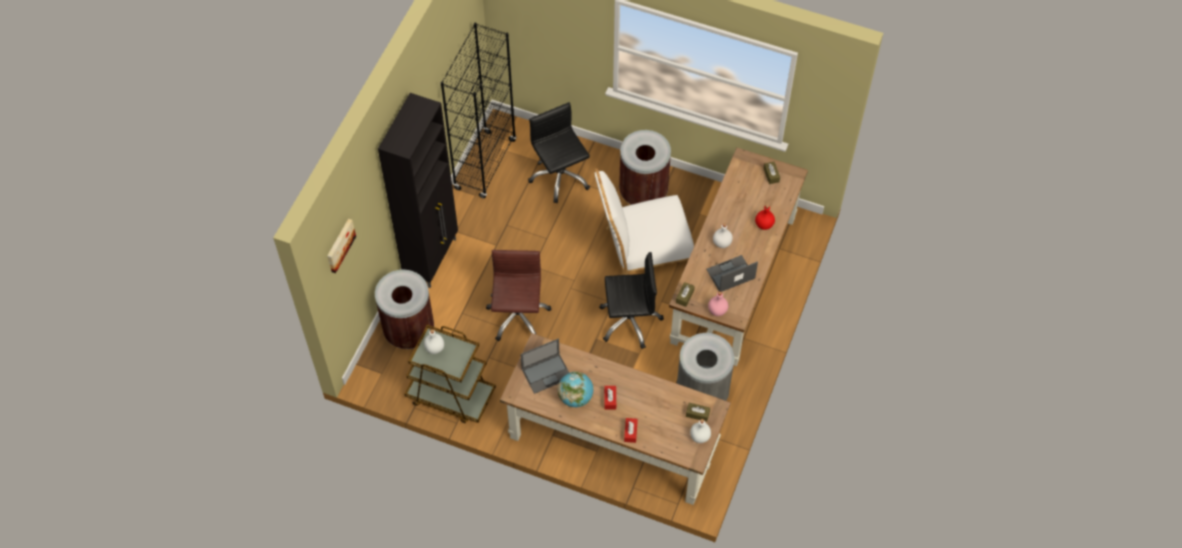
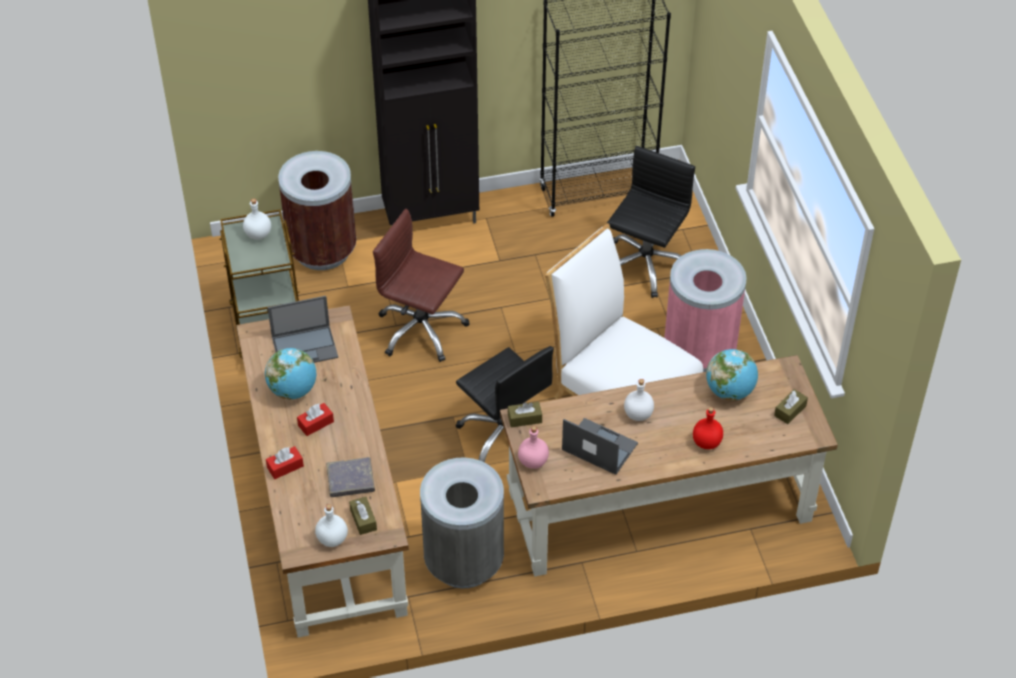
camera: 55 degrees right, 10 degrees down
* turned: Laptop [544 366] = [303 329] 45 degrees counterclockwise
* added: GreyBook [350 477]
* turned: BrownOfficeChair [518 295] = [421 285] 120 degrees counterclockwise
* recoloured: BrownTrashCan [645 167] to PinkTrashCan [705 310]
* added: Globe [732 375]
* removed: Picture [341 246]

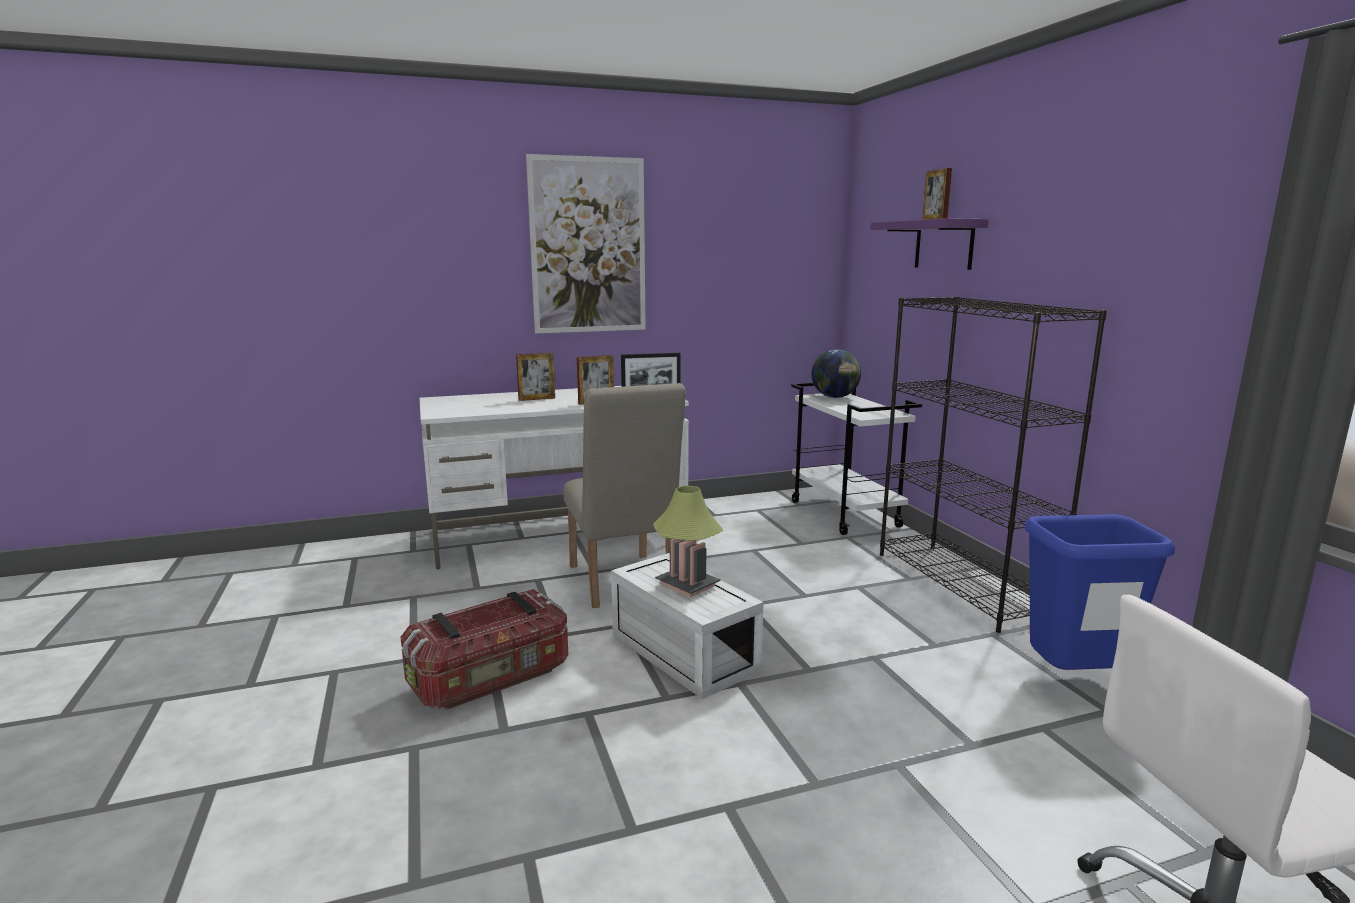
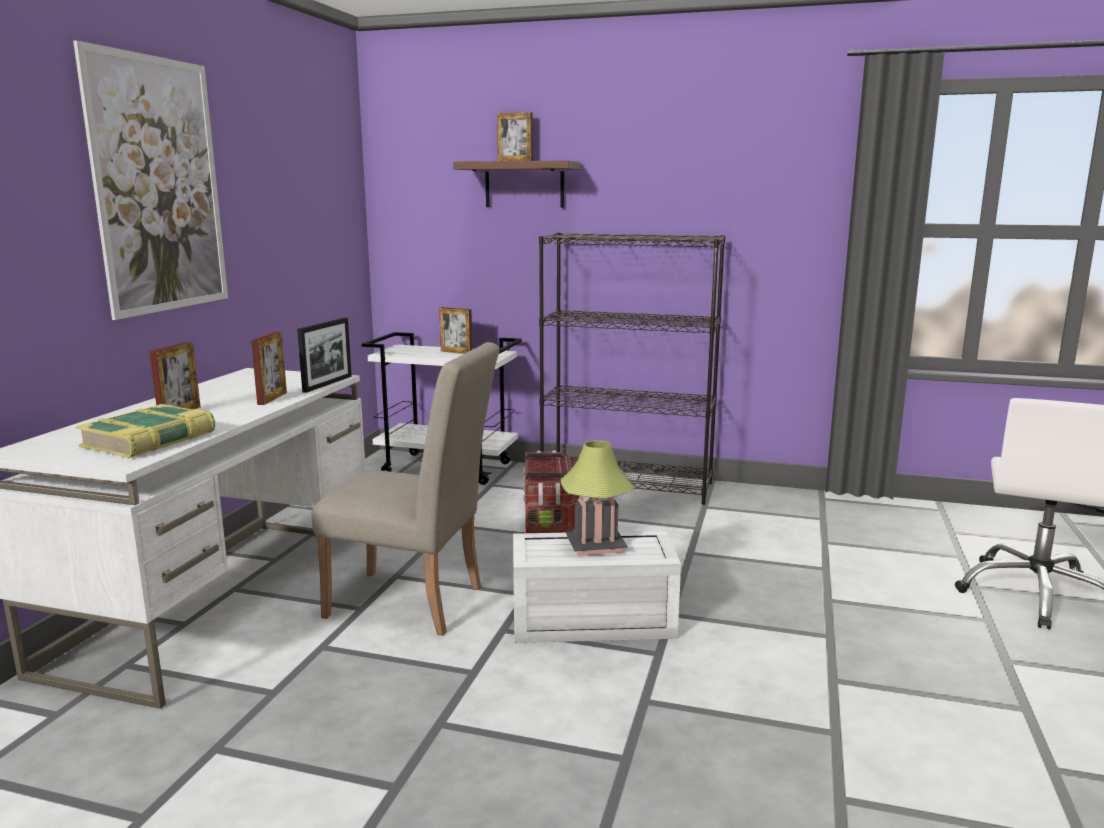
camera: 55 degrees left, 0 degrees up
* added: Book [145 431]
* added: PictureFrame [455 330]
* recoloured: PurpleShelf [929 244] to BrownShelf [517 184]
* moved: StorageBox [484 649] to [551 492]
* removed: Globe [836 373]
* removed: BlueTrashCan [1100 592]

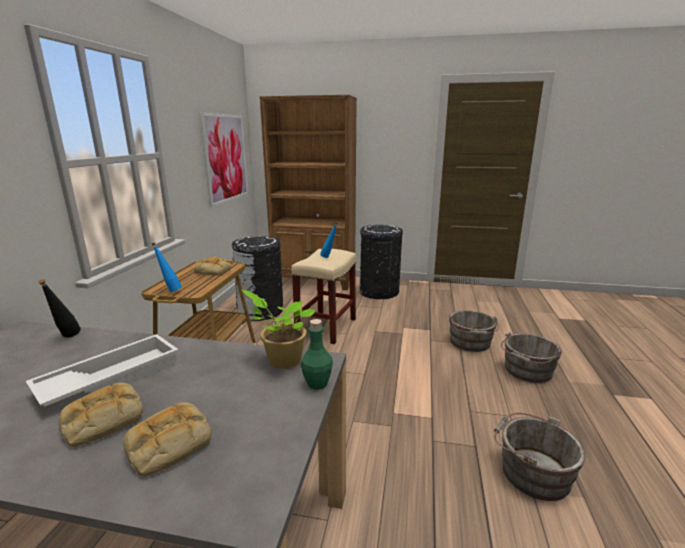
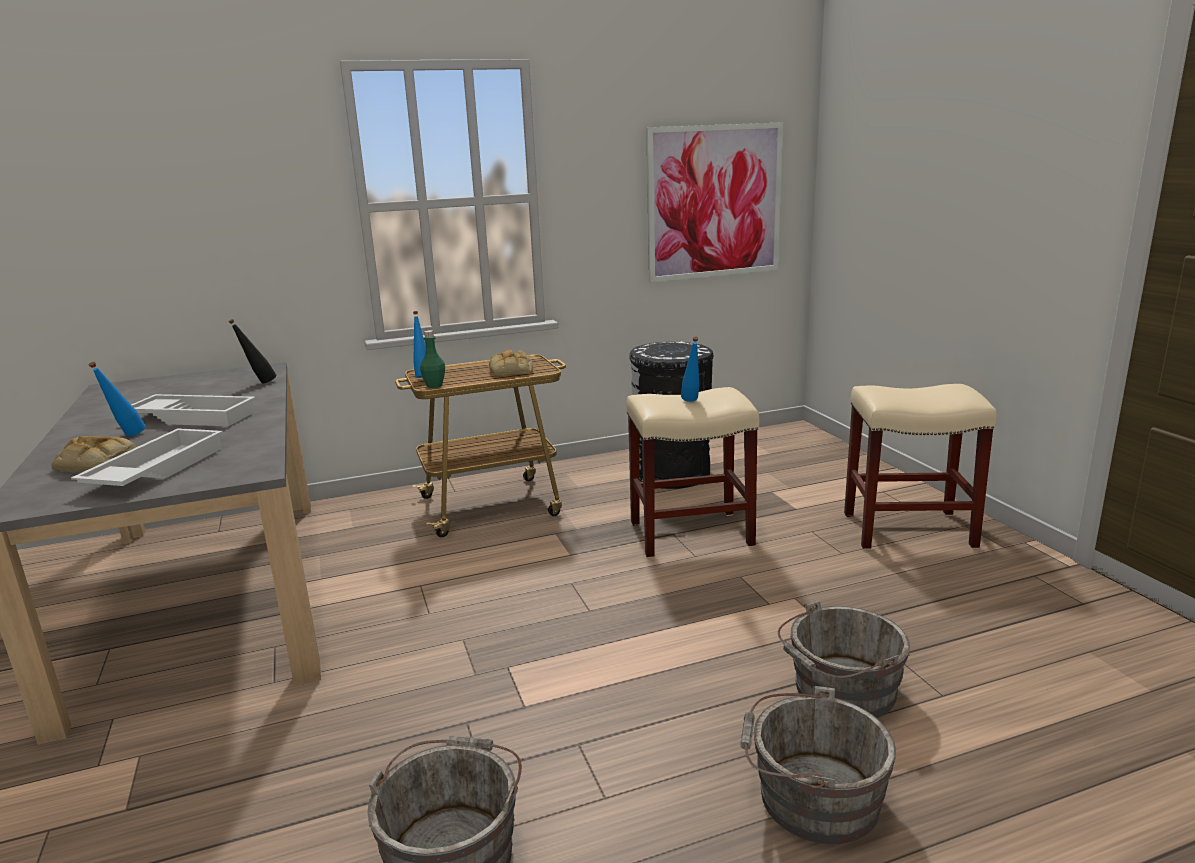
camera: 60 degrees right, 0 degrees up
* added: WhiteTray [147 457]
* replaced: Bread [101 415] to BlueBottle [117 399]
* moved: GreenBottle [317 354] to [432 359]
* replaced: BlackTrashCan [381 262] to BeigeStool [920 467]
* removed: PottedPlant [278 329]
* removed: BrownBookcase [308 192]

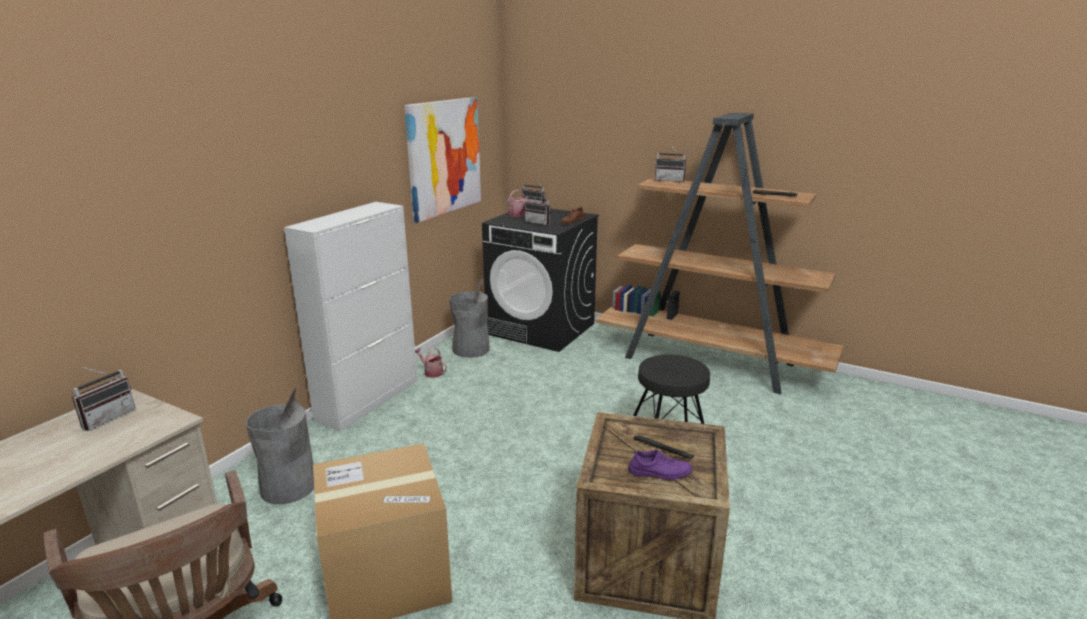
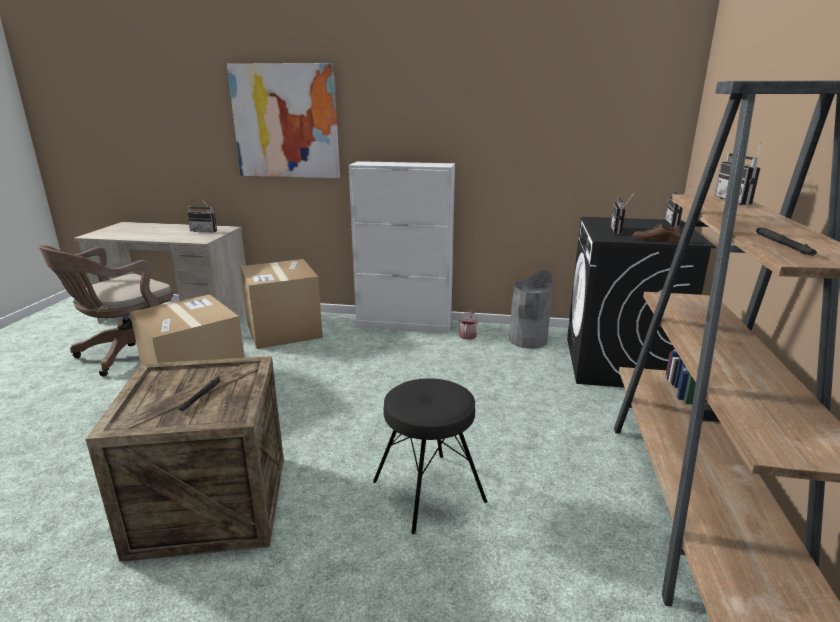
camera: 70 degrees right, 0 degrees up
* moved: Picture [442 160] to [283 120]
* replaced: GreyTrashCan [280 446] to CardboardBox [281 304]
* removed: WateringCan [519 203]
* removed: PurpleShoe [660 465]

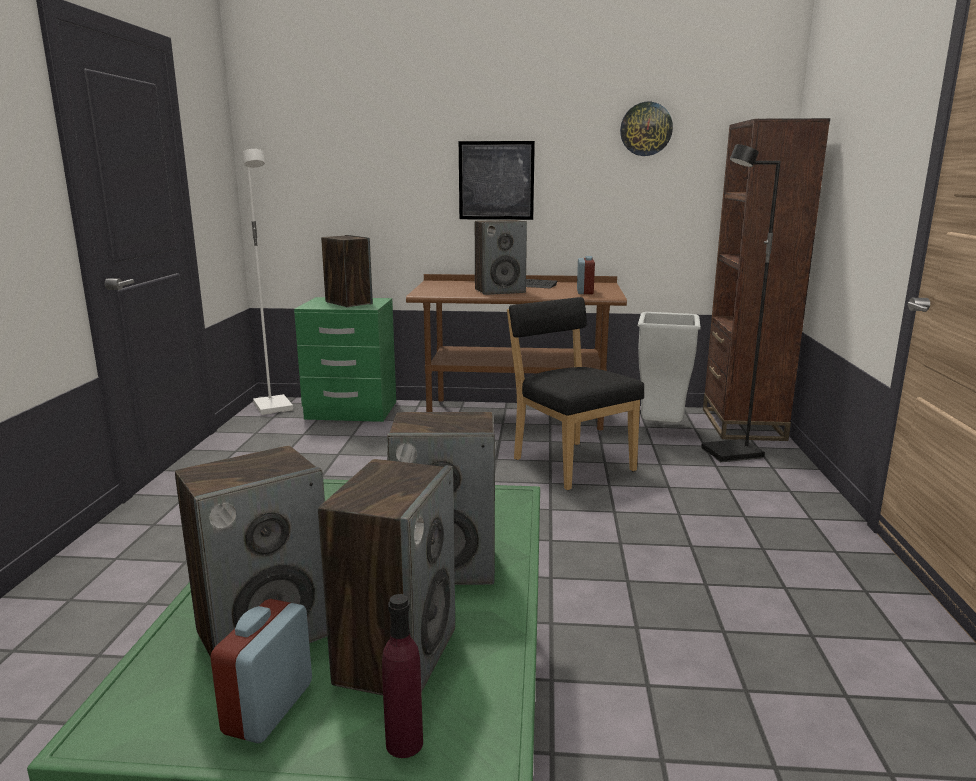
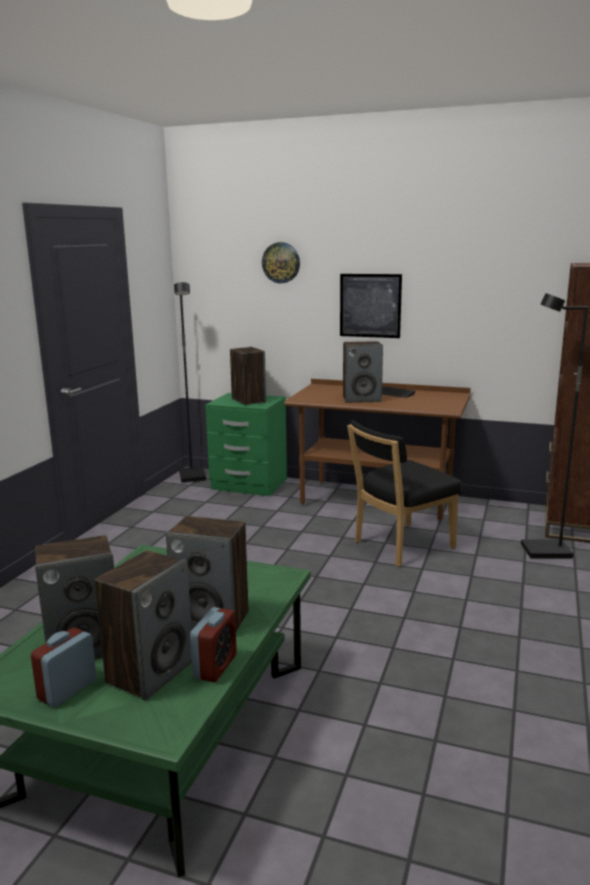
camera: 15 degrees right, 0 degrees up
* recoloured: WhiteFloorLamp [267 282] to BlackFloorLamp [190 382]
* moved: AlarmClock [586 275] to [213 644]
* moved: WallClock [646 129] to [281 262]
* turned: BlackChair [575 393] = [404 493] 105 degrees counterclockwise
* removed: PurpleBottle [402 676]
* removed: GreyTrashCan [669 367]

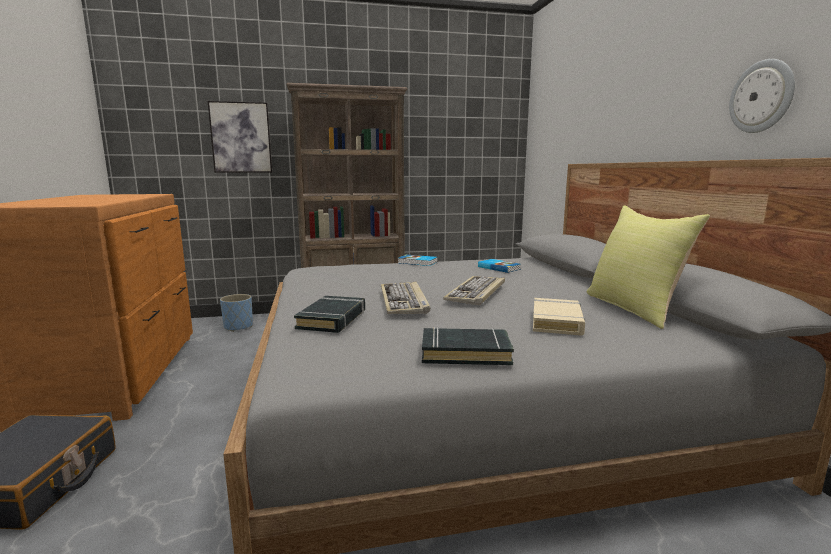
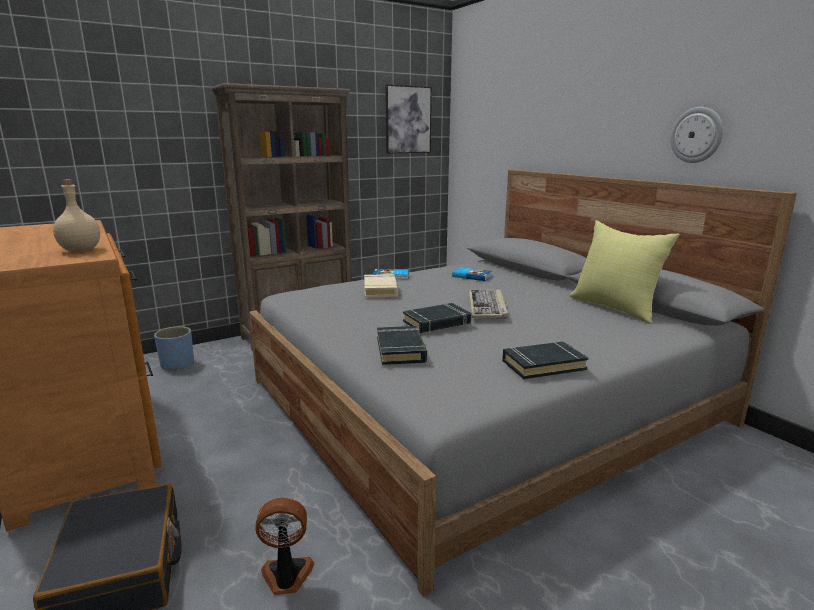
camera: 20 degrees left, 5 degrees up
* added: BeigeBottle [76 215]
* added: Fan [284 546]
* moved: BeigeBook [559 317] to [381 285]
* moved: Picture [240 137] to [408 119]
* replaced: Keyboard [405 297] to BlackBook [437 318]

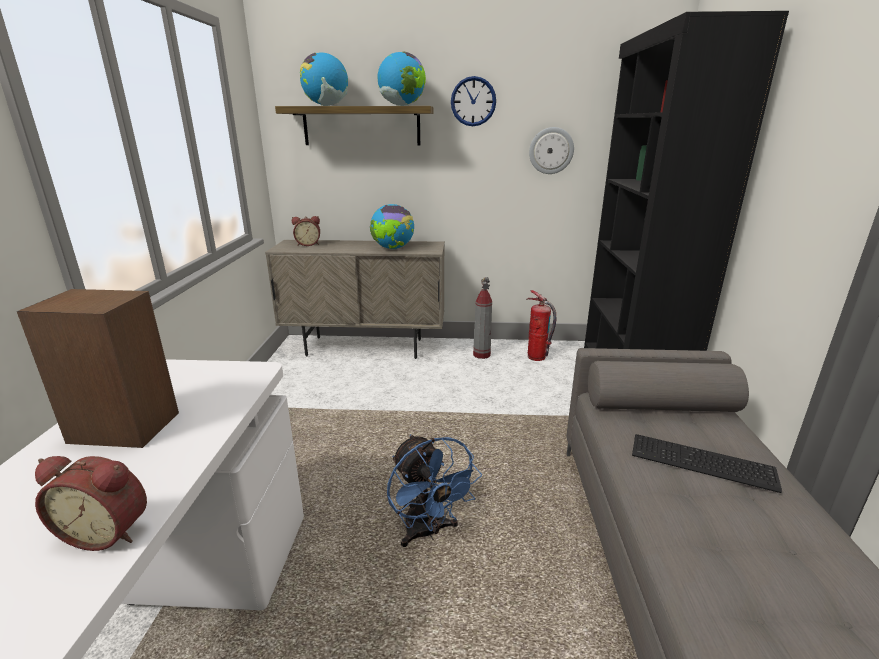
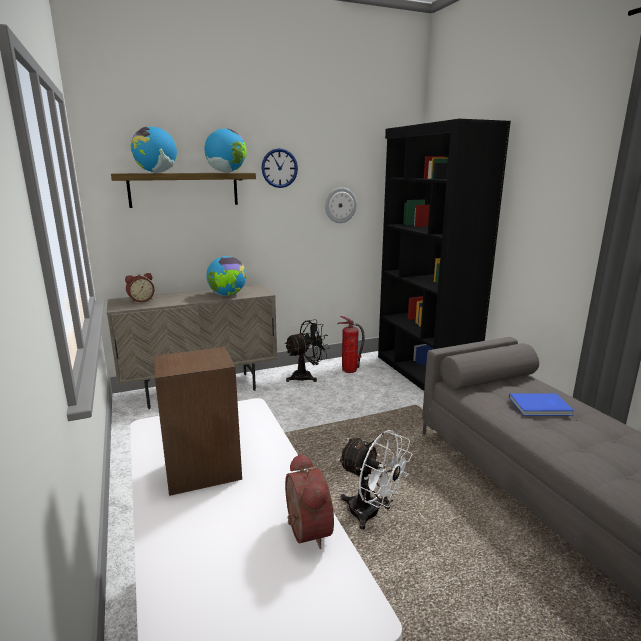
camera: 25 degrees left, 5 degrees down
* replaced: FireExtinguisher [482 318] to BlackFan [307 350]
* turned: AlarmClock [91 503] = [309 501] 90 degrees counterclockwise
* recoloured: BlueFan [434 490] to WhiteFan [375 480]
* replaced: Keyboard [707 463] to BlueBook [541 405]

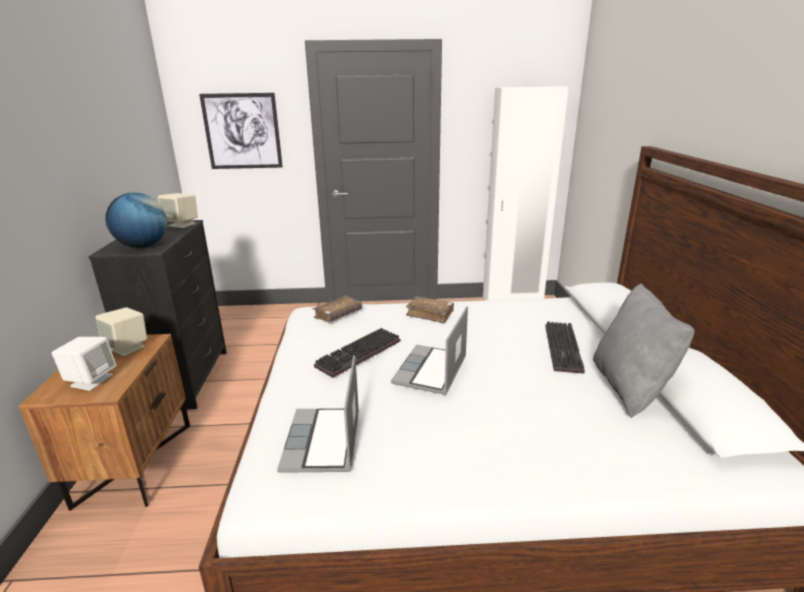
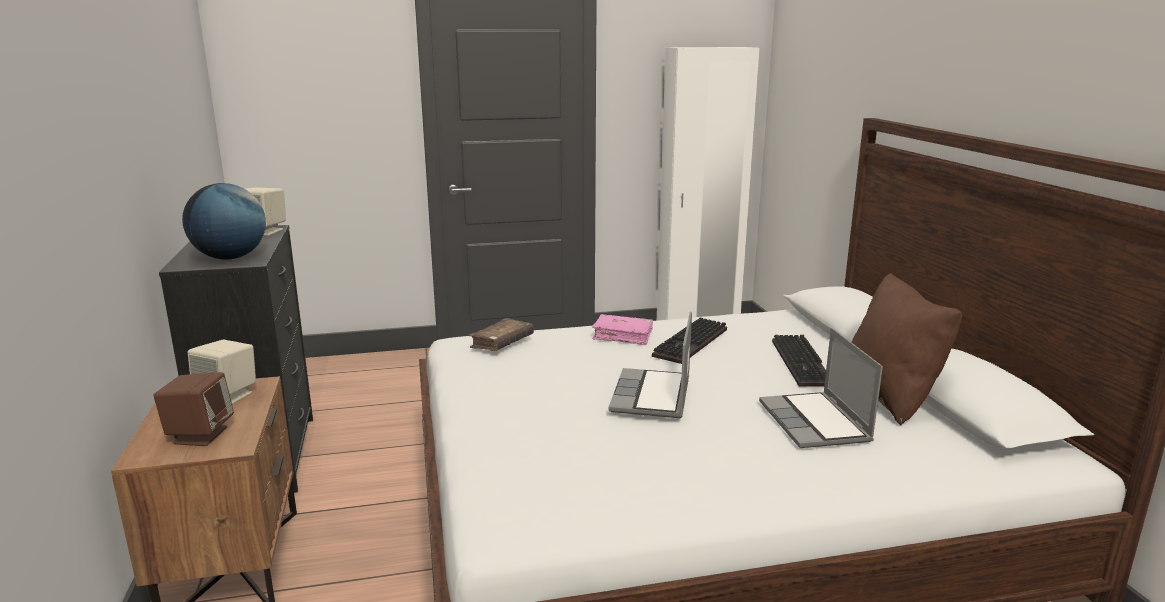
camera: 10 degrees left, 5 degrees down
* recoloured: WhiteSpeaker [84 364] to BrownSpeaker [194 409]
* recoloured: BrownBook [430 310] to PinkBook [622 329]
* moved: Keyboard [357 353] to [689 341]
* moved: Laptop [318 414] to [821 388]
* recoloured: GreyPillow [643 351] to BrownPillow [907 349]
* removed: Picture [241 131]

